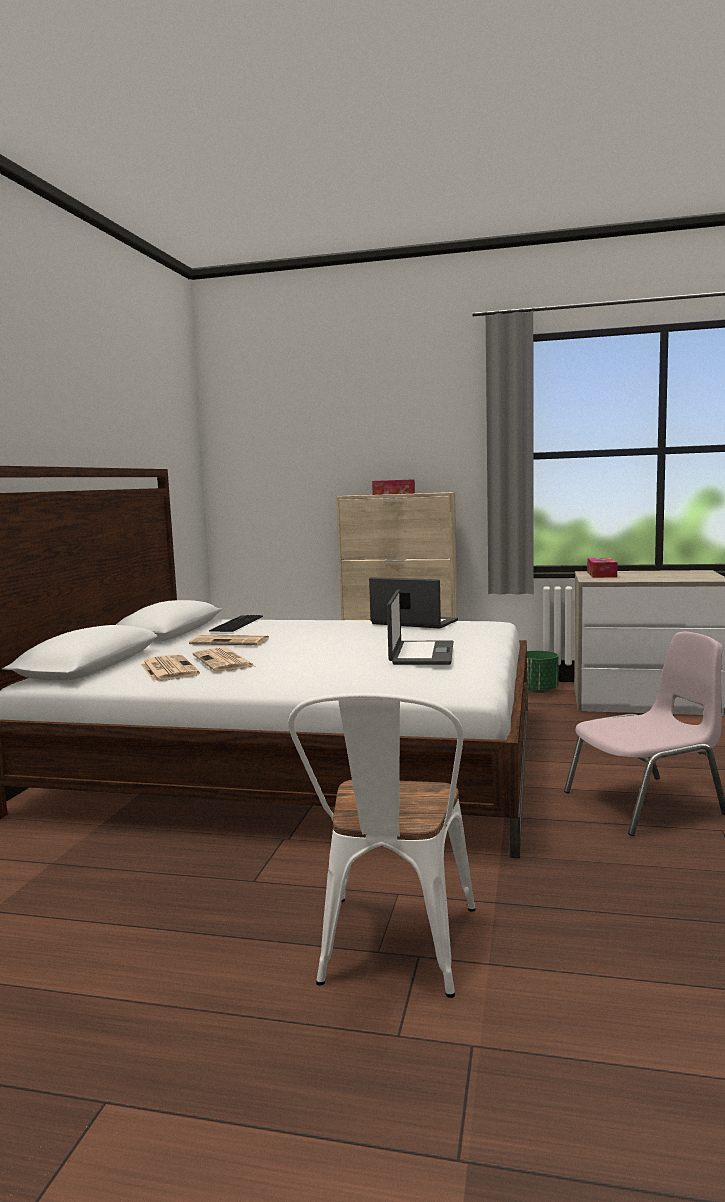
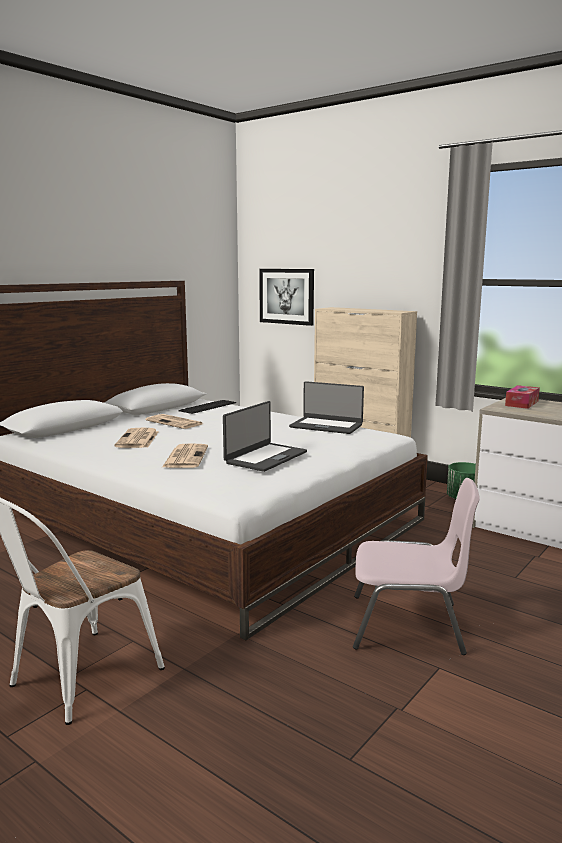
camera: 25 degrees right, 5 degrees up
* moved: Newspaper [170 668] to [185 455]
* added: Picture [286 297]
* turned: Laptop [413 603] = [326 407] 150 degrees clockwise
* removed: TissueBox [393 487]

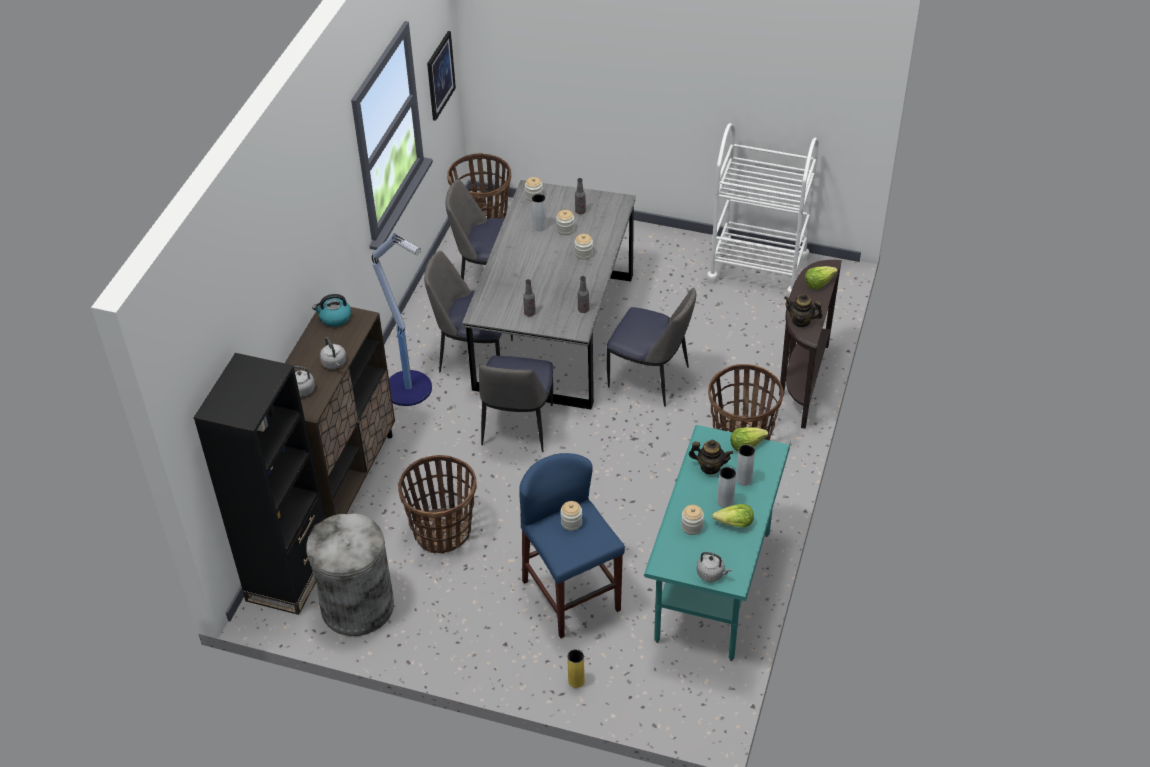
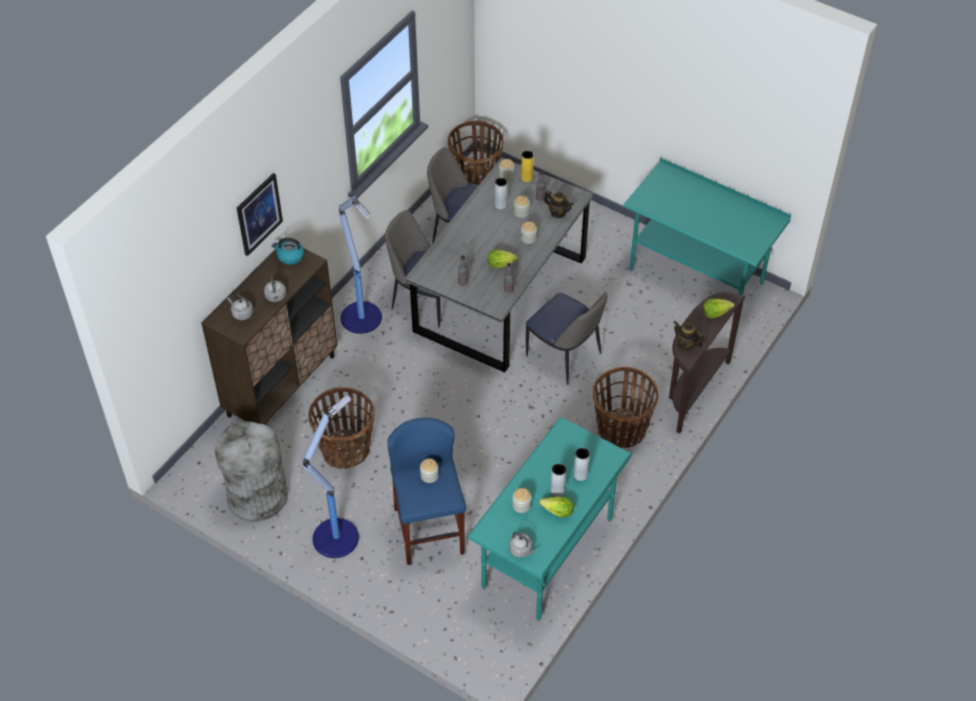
camera: 15 degrees right, 5 degrees up
* moved: Picture [441 76] to [260 214]
* added: FloorLamp [331 476]
* moved: Lettuce [749 439] to [503 259]
* moved: YellowVase [576 668] to [527 166]
* moved: Teapot [711 457] to [559 204]
* replaced: WhiteCart [763 210] to TurquoiseDesk [707 226]
* removed: BlackBookcase [260 484]
* removed: Chair [515 404]

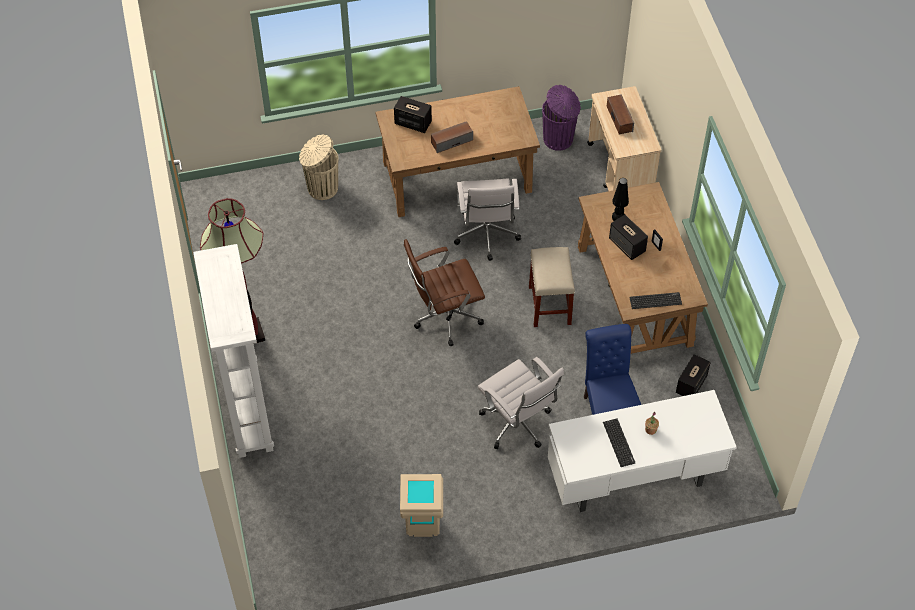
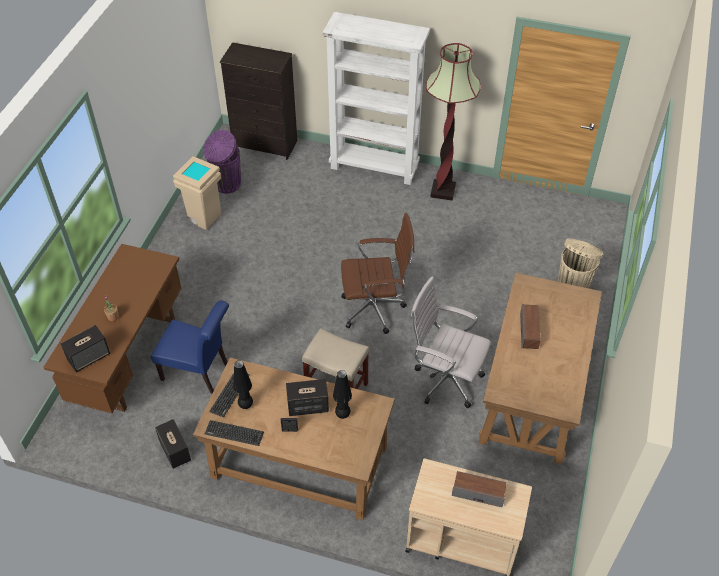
camera: 120 degrees right, 5 degrees down
* recoloured: WhiteDesk [642 451] to BrownDesk [112 328]
* moved: Speaker [413 114] to [85 348]
* moved: PurpleTrashCan [561 118] to [222 162]
* moved: Keyboard [619 442] to [234 433]
* added: BlackDresser [258 101]
* added: BlackTableLamp [243 384]
* turned: BrownOfficeChair [444 292] = [377 273] 75 degrees clockwise
* removed: WhiteOfficeChair [521 403]

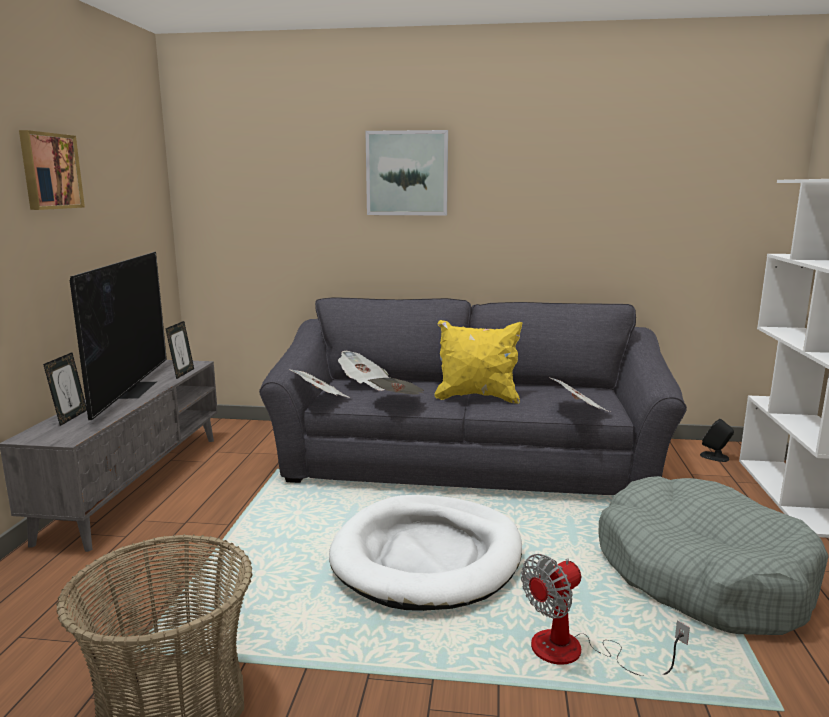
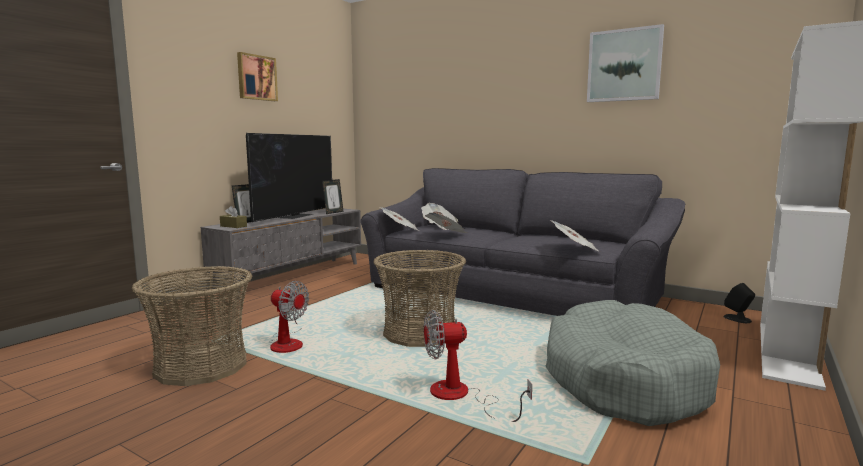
camera: 25 degrees right, 5 degrees down
* added: BrownTissueBox [233 217]
* added: Fan [289 317]
* replaced: WhiteDogBed [425 553] to Basket [419 298]
* moved: Picture [406 173] to [625 63]
* removed: YellowPillow [478 361]

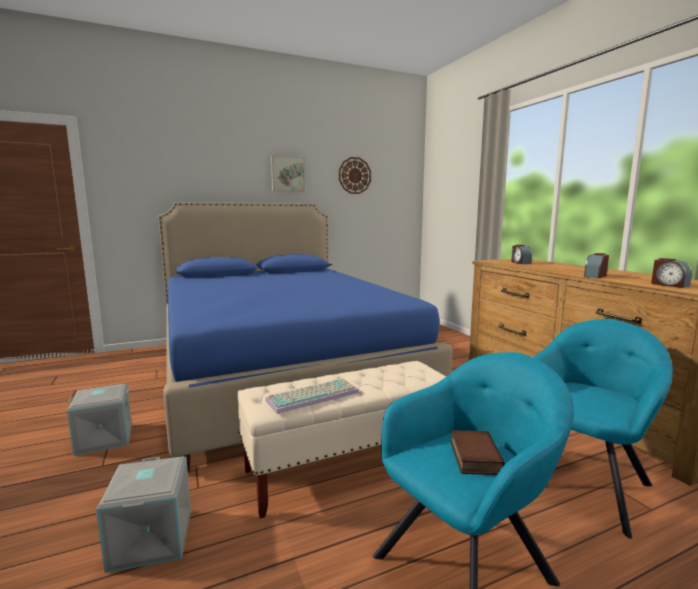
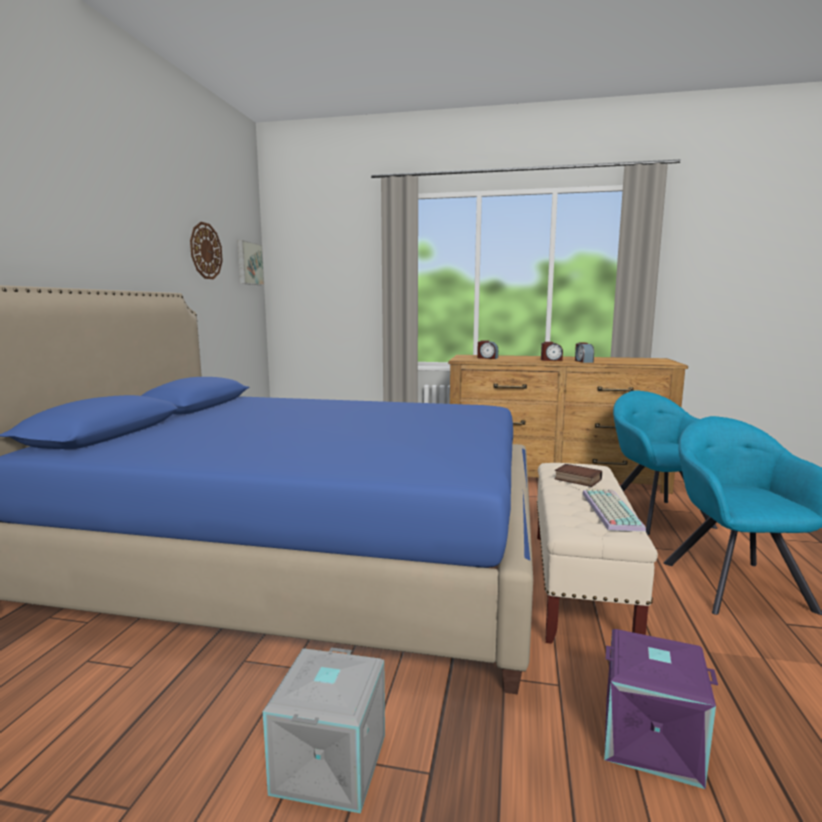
camera: 55 degrees left, 0 degrees up
* moved: Picture [288 173] to [250 262]
* moved: AlarmClock [671 273] to [552 351]
* moved: Book [478 452] to [578 475]
* recoloured: GreyStorageBox [143 514] to PurpleStorageBox [661 709]

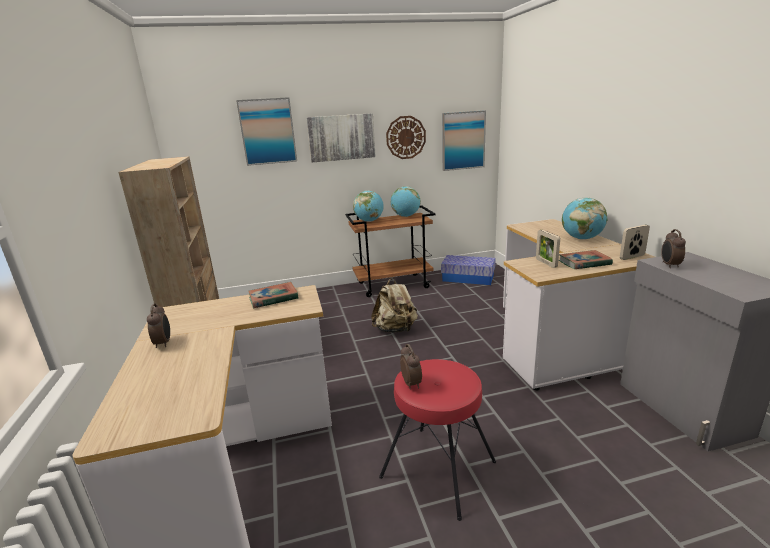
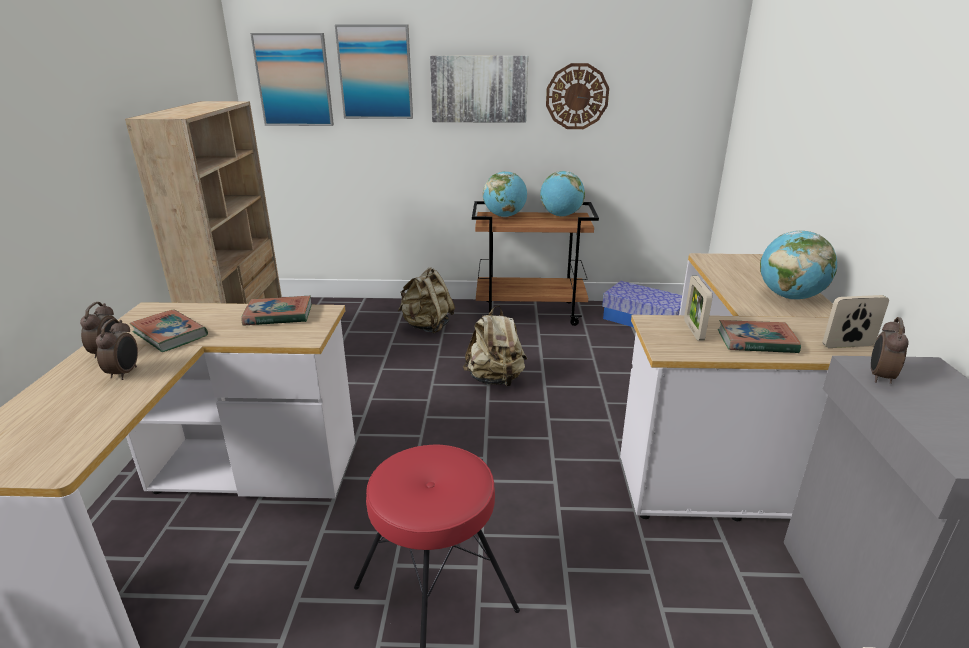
camera: 15 degrees right, 5 degrees up
* moved: AlarmClock [411 366] to [117 349]
* added: Book [168 331]
* moved: Picture [464 140] to [292 79]
* added: BeigeBackpack [426 300]

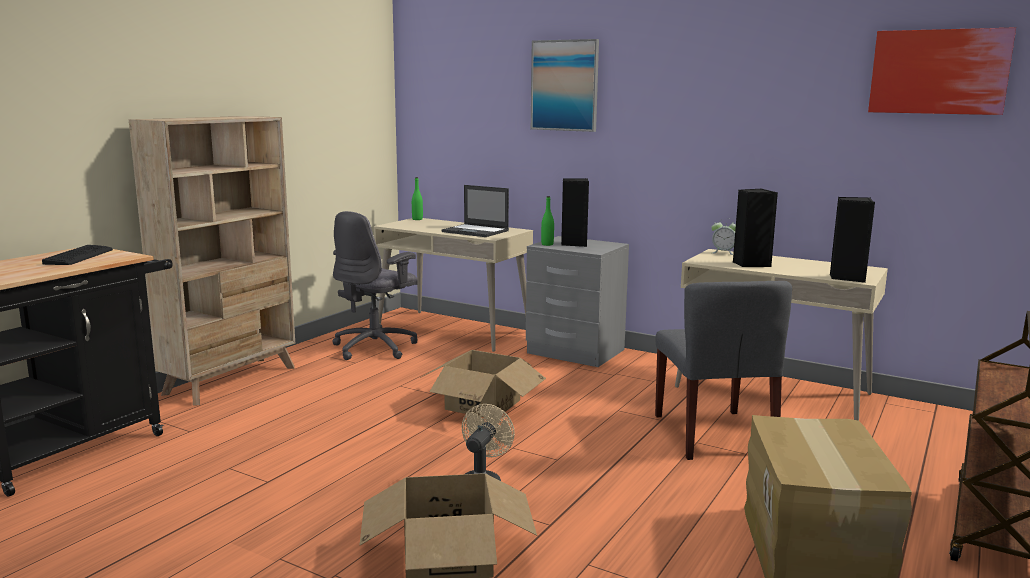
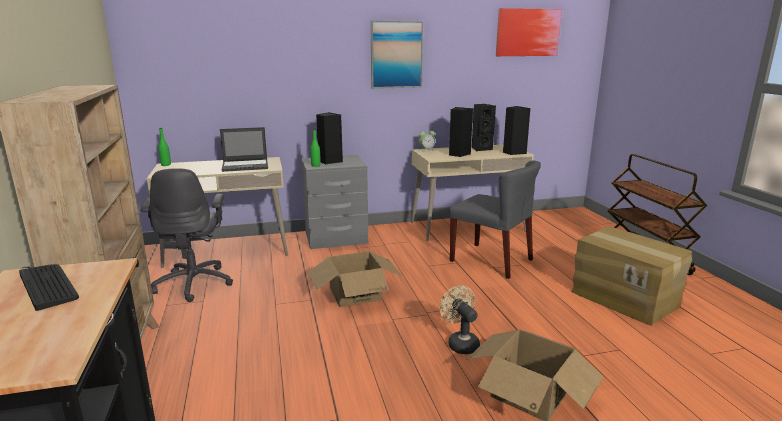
camera: 45 degrees left, 5 degrees up
* moved: Picture [565 85] to [397 55]
* added: BlackSpeaker [484 127]

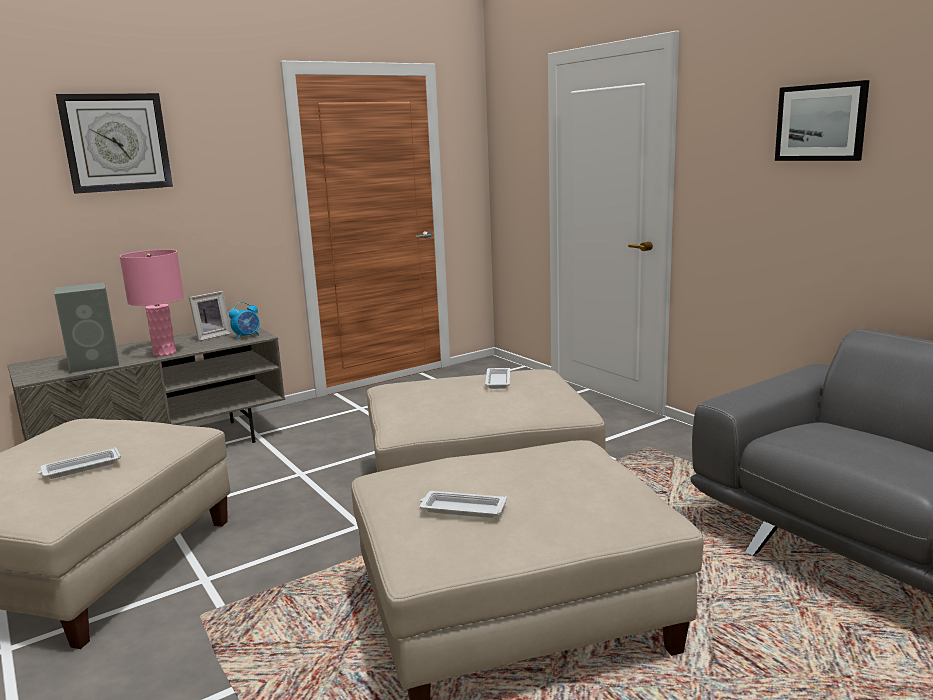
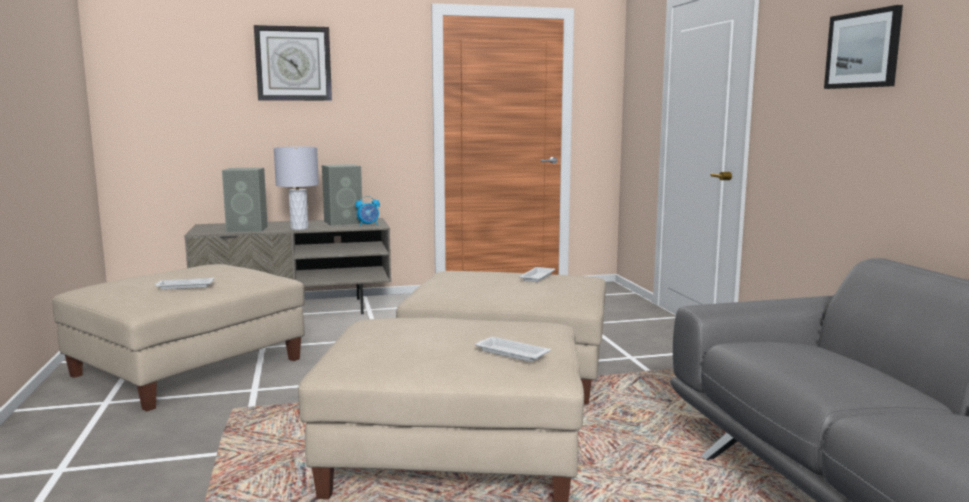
camera: 20 degrees right, 5 degrees down
* recoloured: PinkTableLamp [151 302] to GreyTableLamp [296 188]
* replaced: PictureFrame [210 316] to GreySpeaker [342 195]
* moved: WhiteTray [463 504] to [513 349]

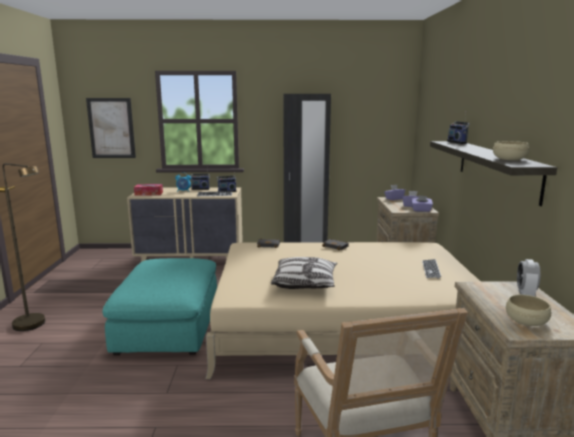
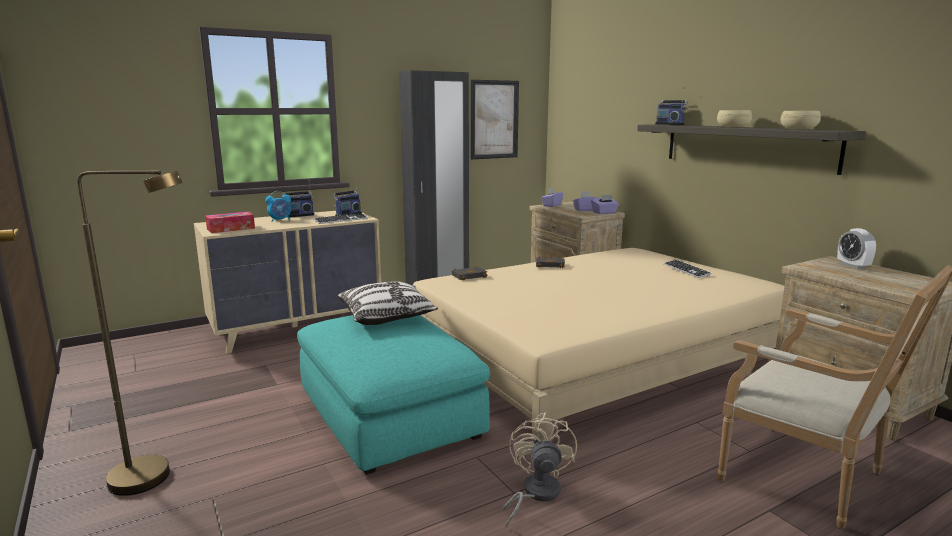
camera: 30 degrees left, 0 degrees up
* moved: Pillow [304 273] to [388 303]
* moved: Picture [111 128] to [495 119]
* added: BeigeFan [540 470]
* moved: BeigeBowl [528 310] to [734 118]

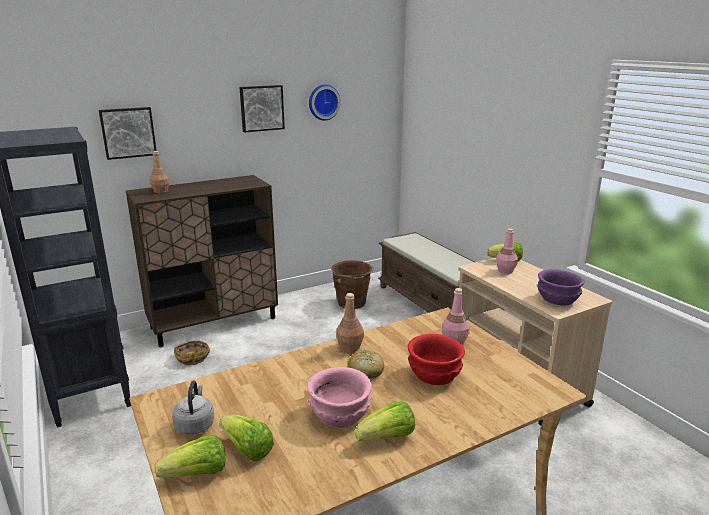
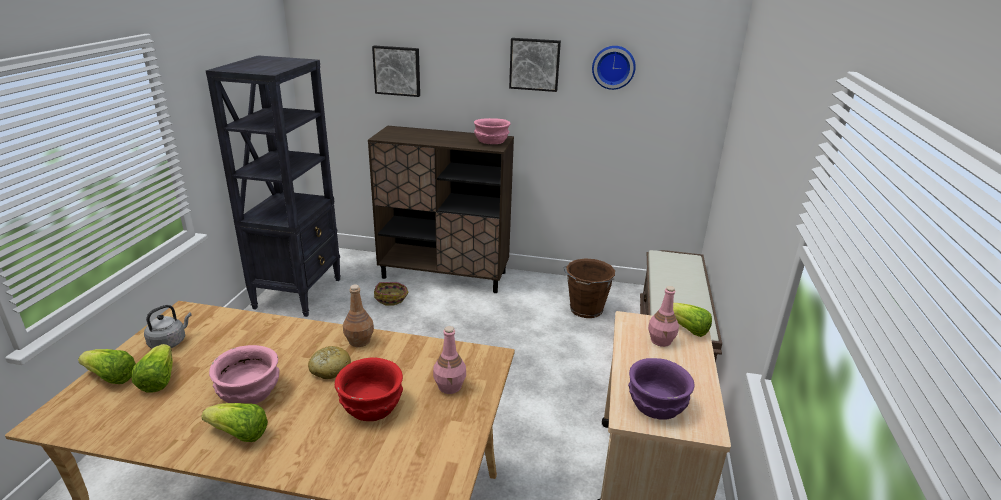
camera: 40 degrees right, 5 degrees up
* added: PinkBowl [492 131]
* removed: BrownBottle [159 172]

